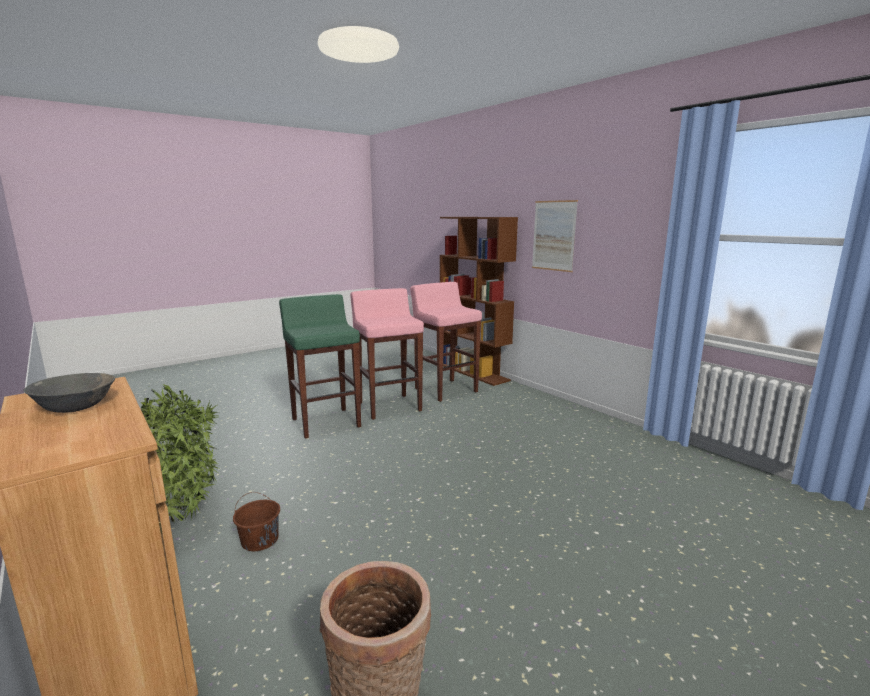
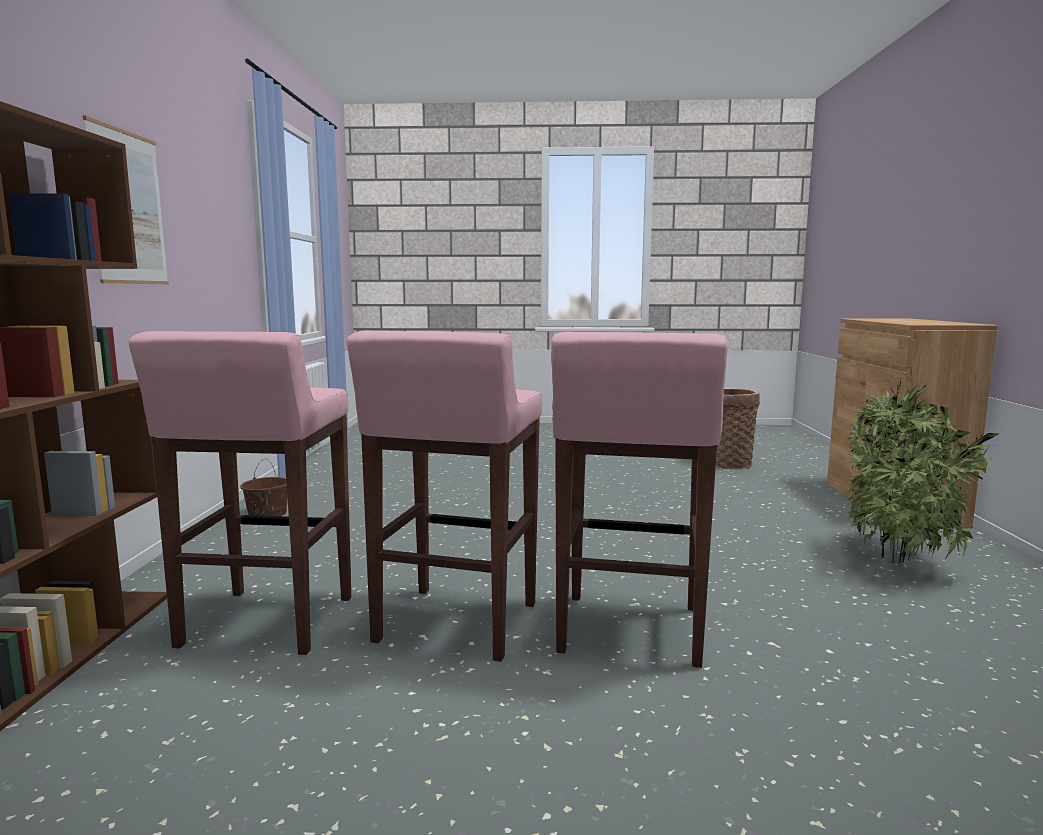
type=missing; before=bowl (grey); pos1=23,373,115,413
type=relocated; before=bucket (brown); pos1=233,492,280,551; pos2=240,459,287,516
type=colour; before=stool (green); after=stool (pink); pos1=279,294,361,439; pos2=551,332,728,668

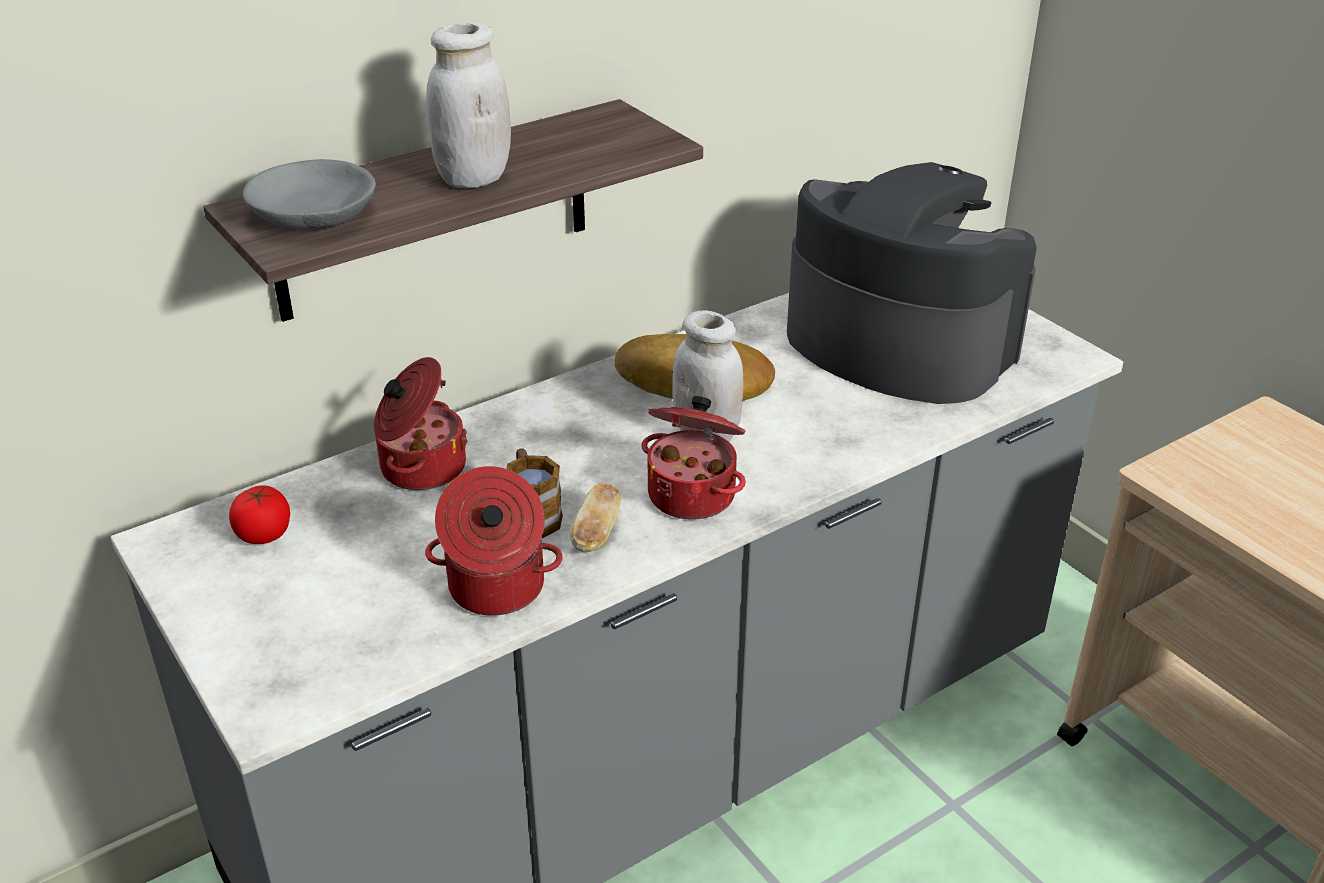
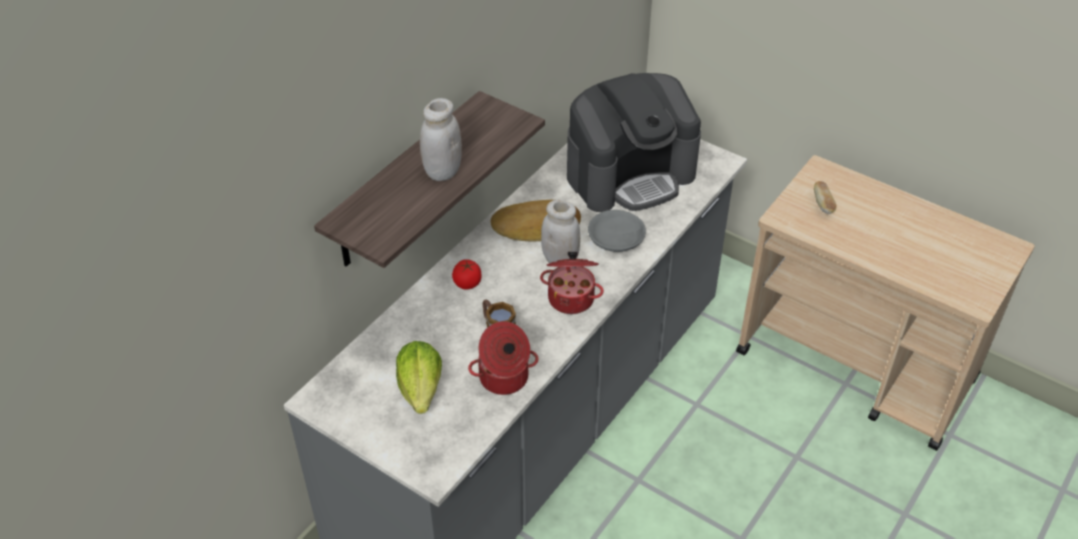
type=relocated; before=tomato; pos1=229,485,290,544; pos2=452,259,481,290
type=relocated; before=bowl (grey); pos1=243,159,376,229; pos2=588,210,646,252
type=missing; before=cooking pot; pos1=374,357,468,490
type=relocated; before=bread; pos1=570,483,621,552; pos2=814,181,837,214
type=spun; before=coffee machine; pos1=787,162,1037,404; pos2=567,73,701,212; turn=135
type=appeared; after=lettuce; pos2=396,341,442,414

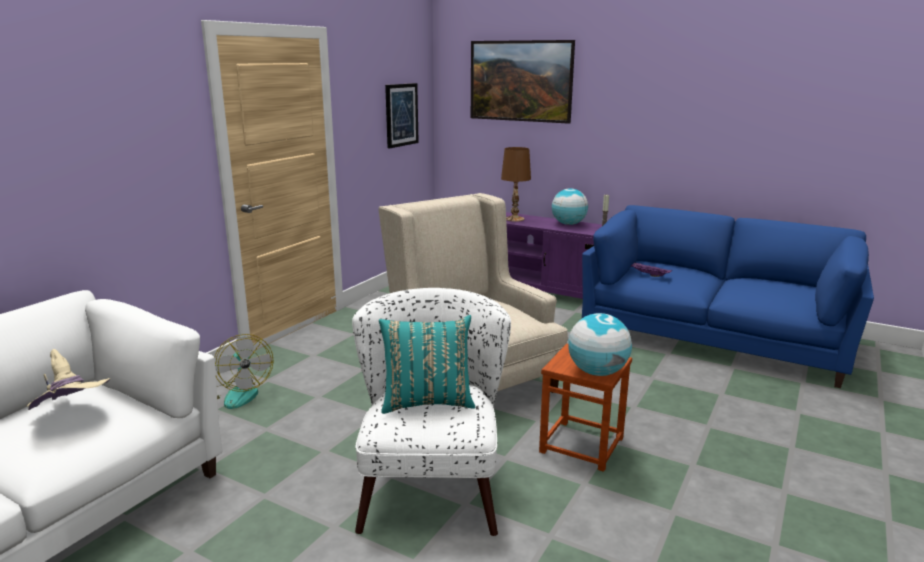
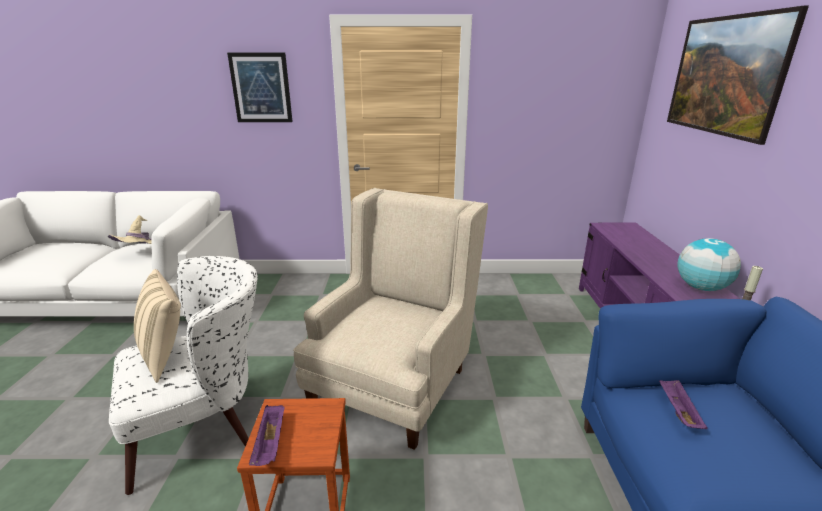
type=missing; before=fan; pos1=214,334,274,409
type=colour; before=pillow (turquoise); after=pillow (beige); pos1=379,315,476,414; pos2=134,269,181,383
type=relocated; before=picture; pos1=385,83,419,148; pos2=227,52,293,122
type=missing; before=table lamp (brown); pos1=501,147,531,222
type=exchanged; before=globe; after=tray (purple); pos1=568,313,632,376; pos2=249,405,284,466

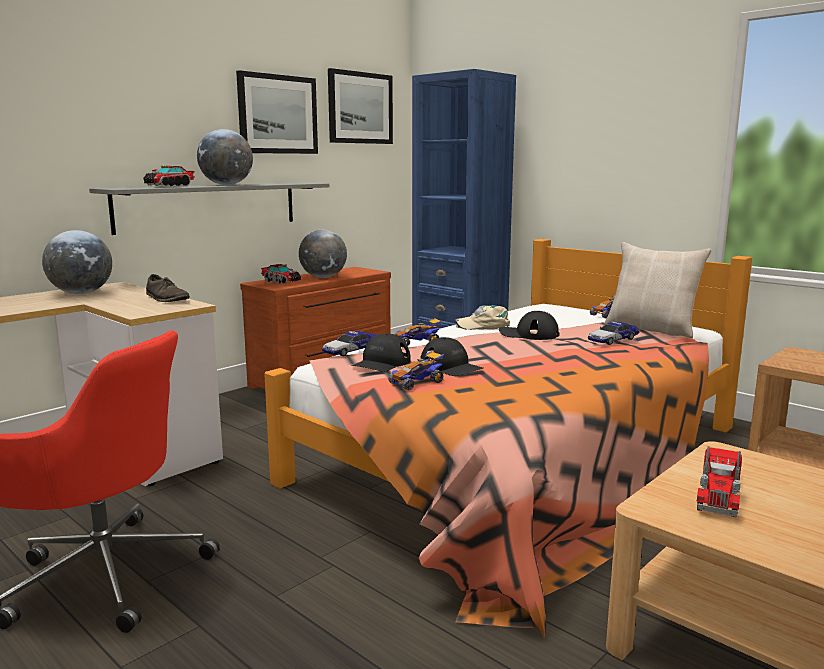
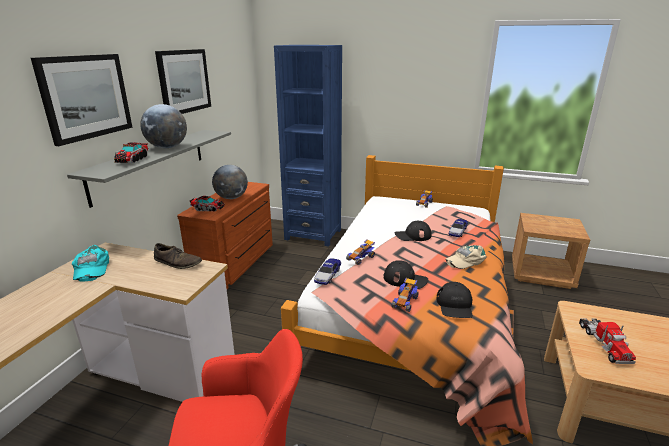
type=exchanged; before=globe; after=cap (turquoise); pos1=42,230,112,294; pos2=72,245,109,282
type=relocated; before=picture; pos1=328,68,393,144; pos2=31,54,133,146
type=relocated; before=cap (black); pos1=351,333,411,372; pos2=436,282,473,318
type=relocated; before=cap (beige); pos1=456,305,510,330; pos2=445,245,486,269
type=missing; before=pillow (beige); pos1=604,242,711,338

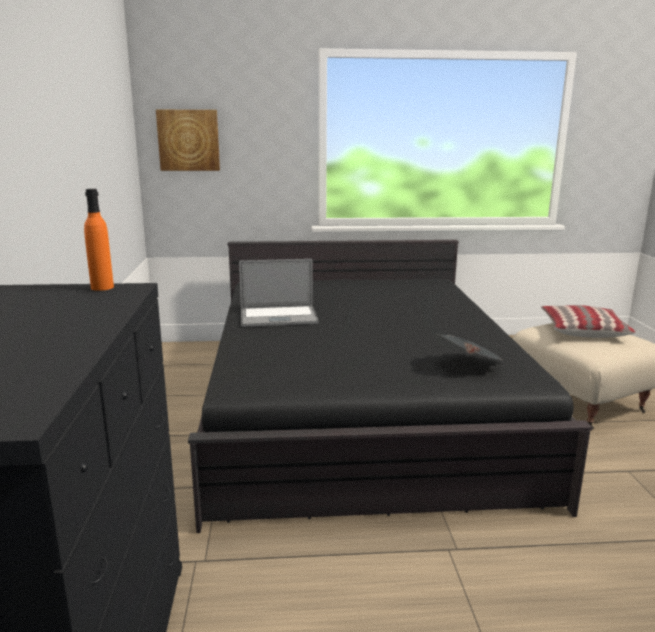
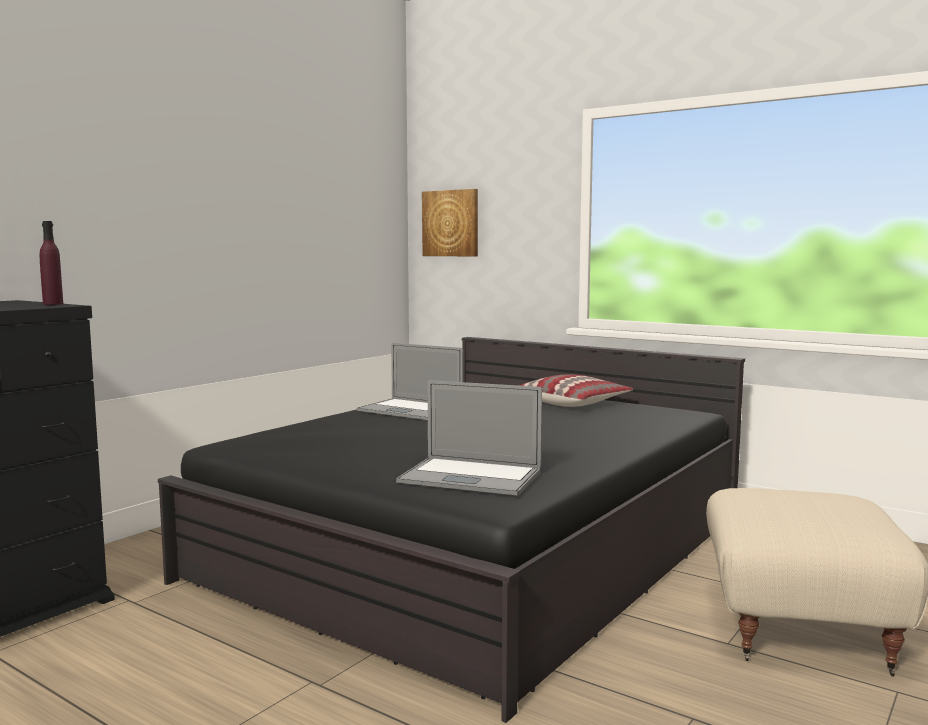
type=colour; before=bottle (orange); after=bottle (purple); pos1=84,189,114,291; pos2=39,221,63,305
type=exchanged; before=newspaper; after=laptop; pos1=440,335,503,360; pos2=396,380,542,496
type=relocated; before=pillow; pos1=541,305,635,338; pos2=519,375,633,407

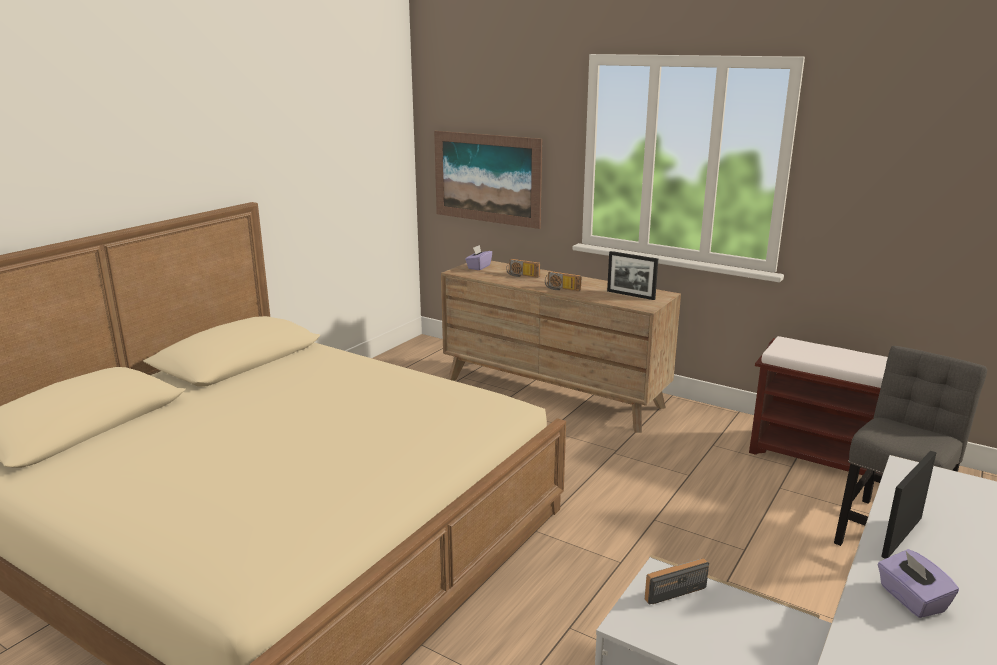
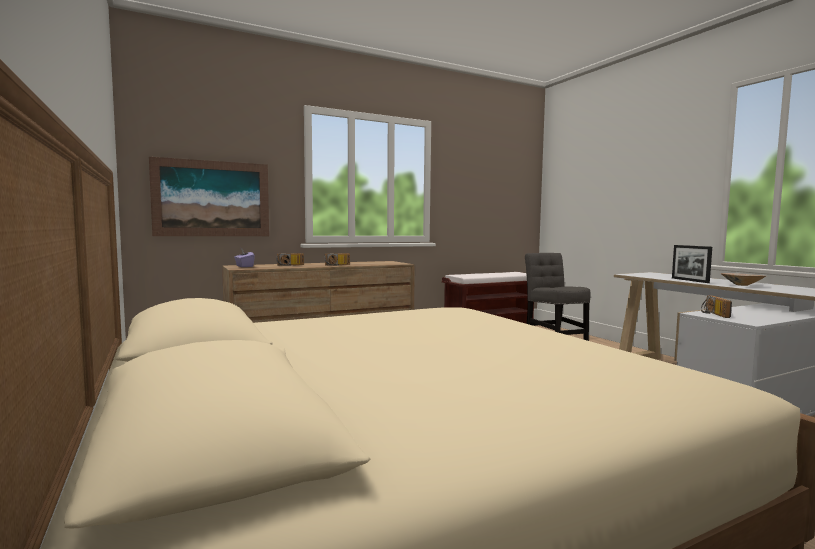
type=missing; before=picture frame; pos1=607,251,658,300
type=exchanged; before=tissue box (purple); after=bowl (beige); pos1=878,549,959,618; pos2=720,273,766,286

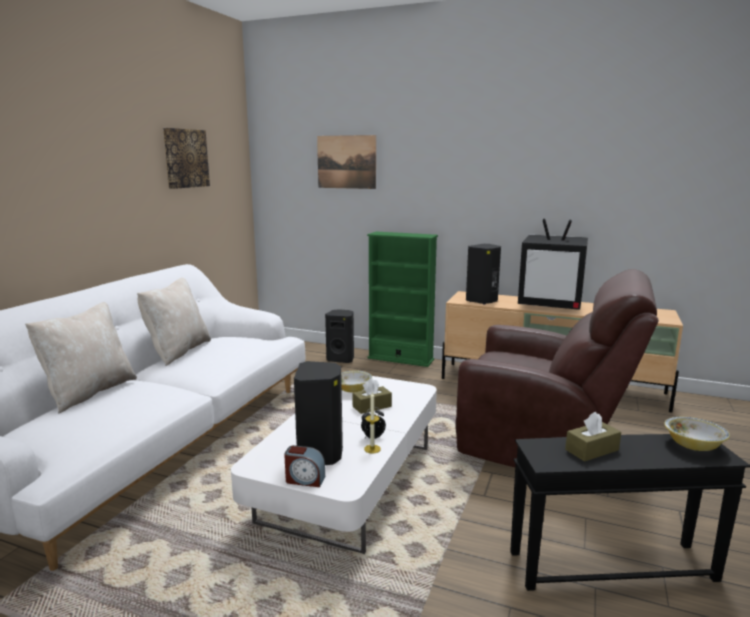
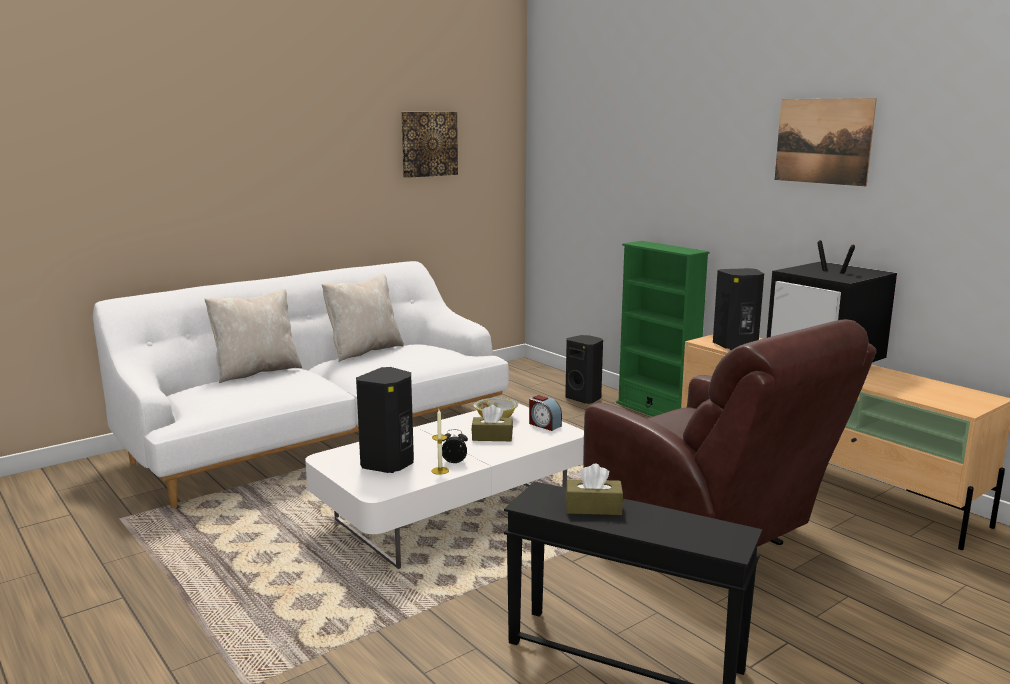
type=relocated; before=alarm clock; pos1=284,445,325,487; pos2=529,395,562,431
type=relocated; before=picture; pos1=317,135,376,189; pos2=775,98,877,186
type=missing; before=bowl; pos1=664,417,730,451

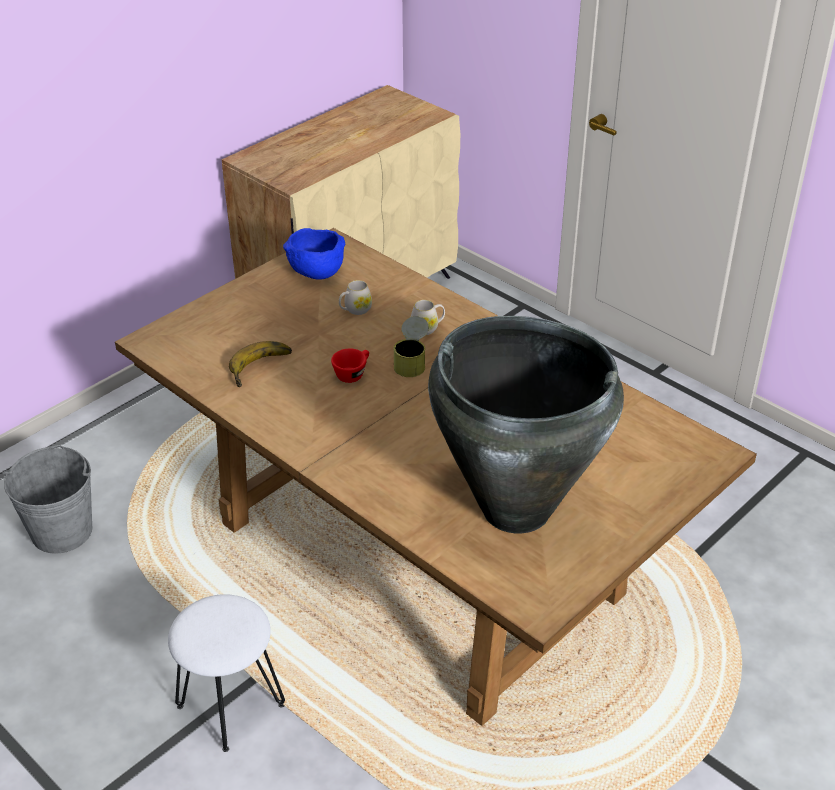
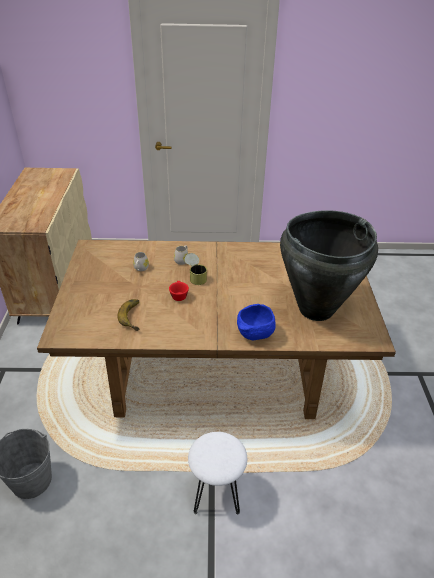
type=relocated; before=bowl (blue); pos1=283,228,345,280; pos2=237,304,276,340

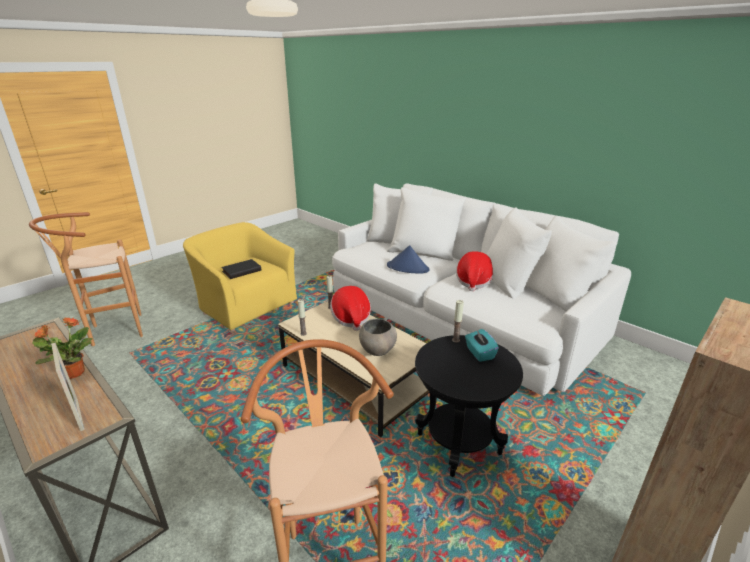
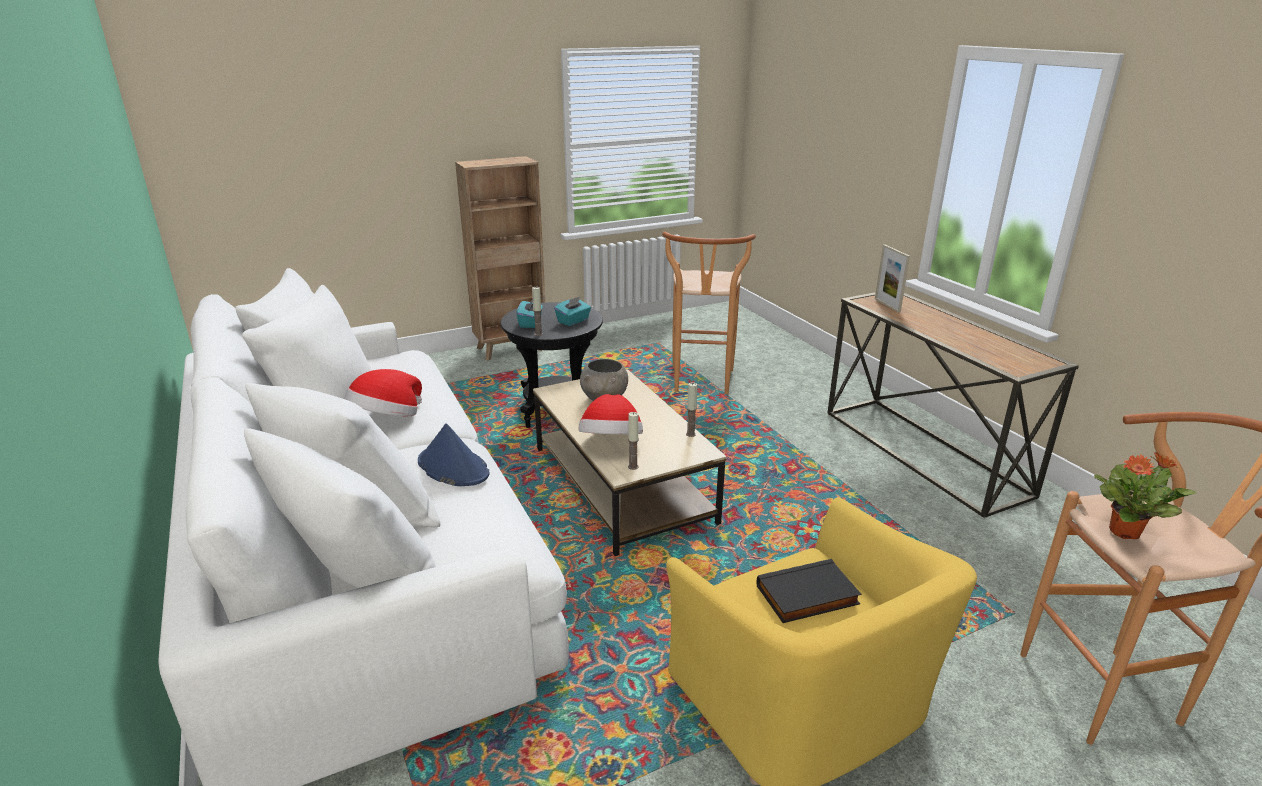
type=relocated; before=potted plant; pos1=32,318,93,379; pos2=1094,452,1196,539
type=appeared; after=tissue box (turquoise); pos2=554,297,591,326

